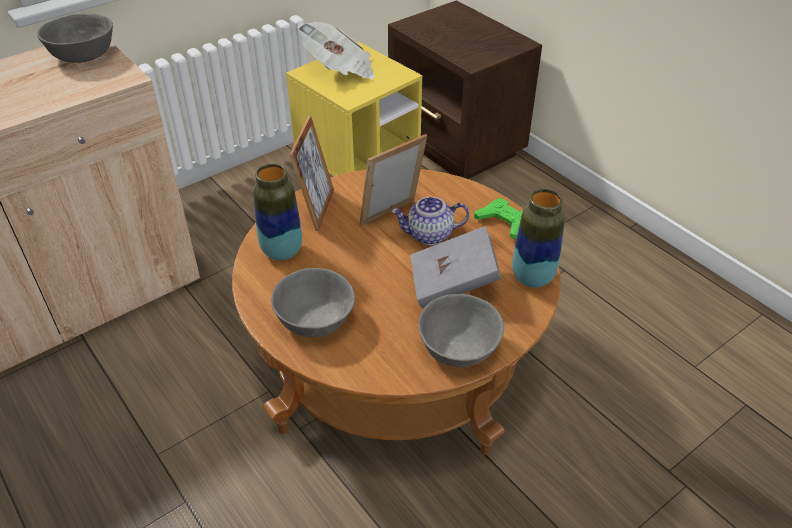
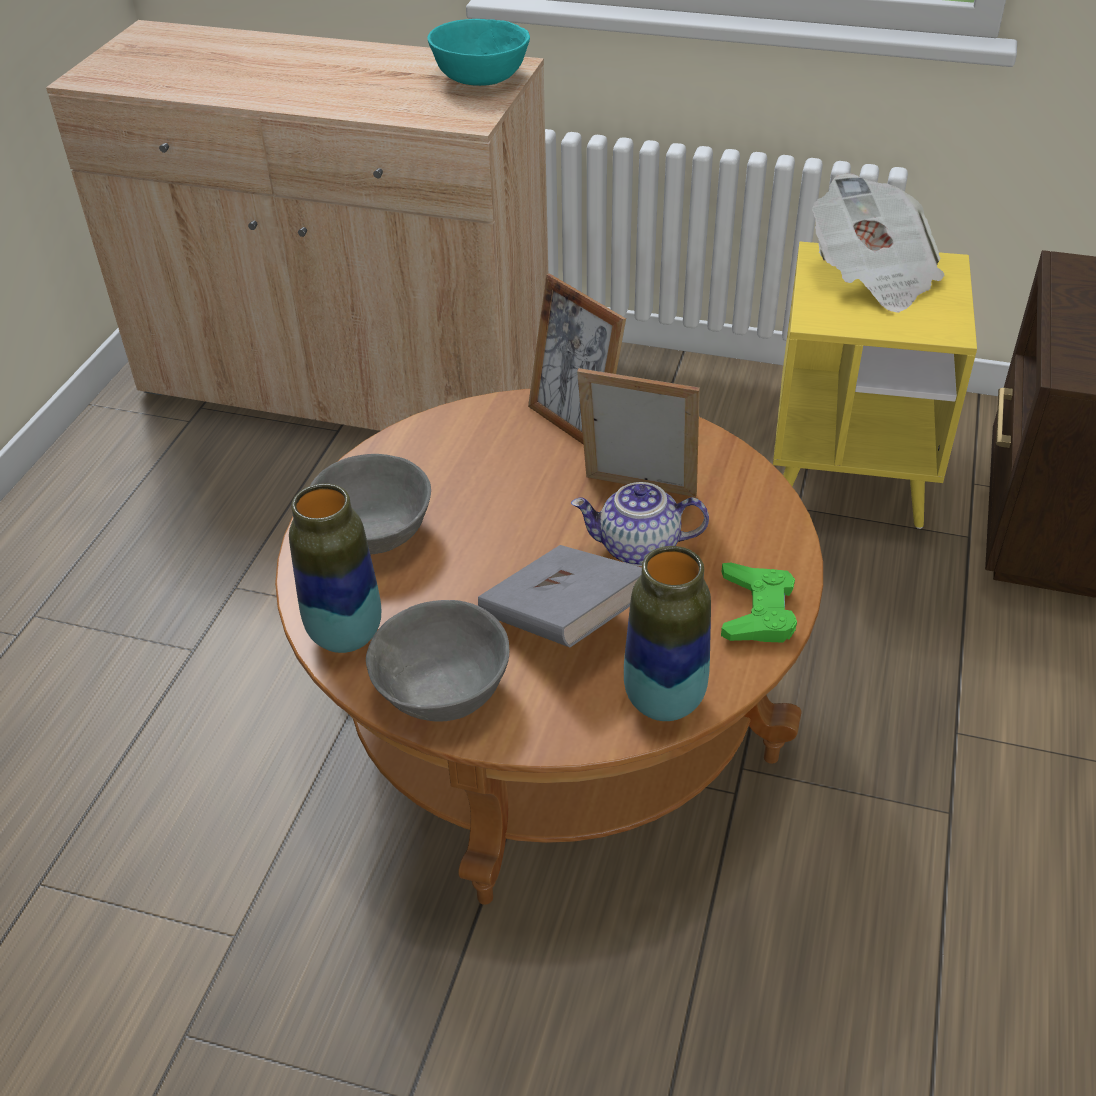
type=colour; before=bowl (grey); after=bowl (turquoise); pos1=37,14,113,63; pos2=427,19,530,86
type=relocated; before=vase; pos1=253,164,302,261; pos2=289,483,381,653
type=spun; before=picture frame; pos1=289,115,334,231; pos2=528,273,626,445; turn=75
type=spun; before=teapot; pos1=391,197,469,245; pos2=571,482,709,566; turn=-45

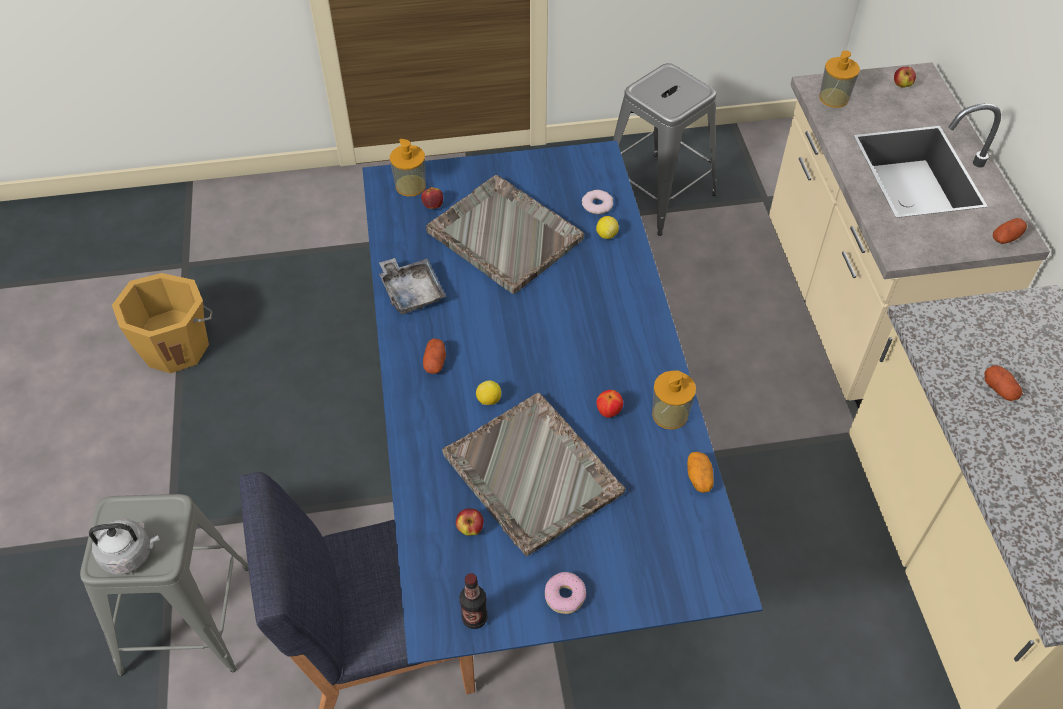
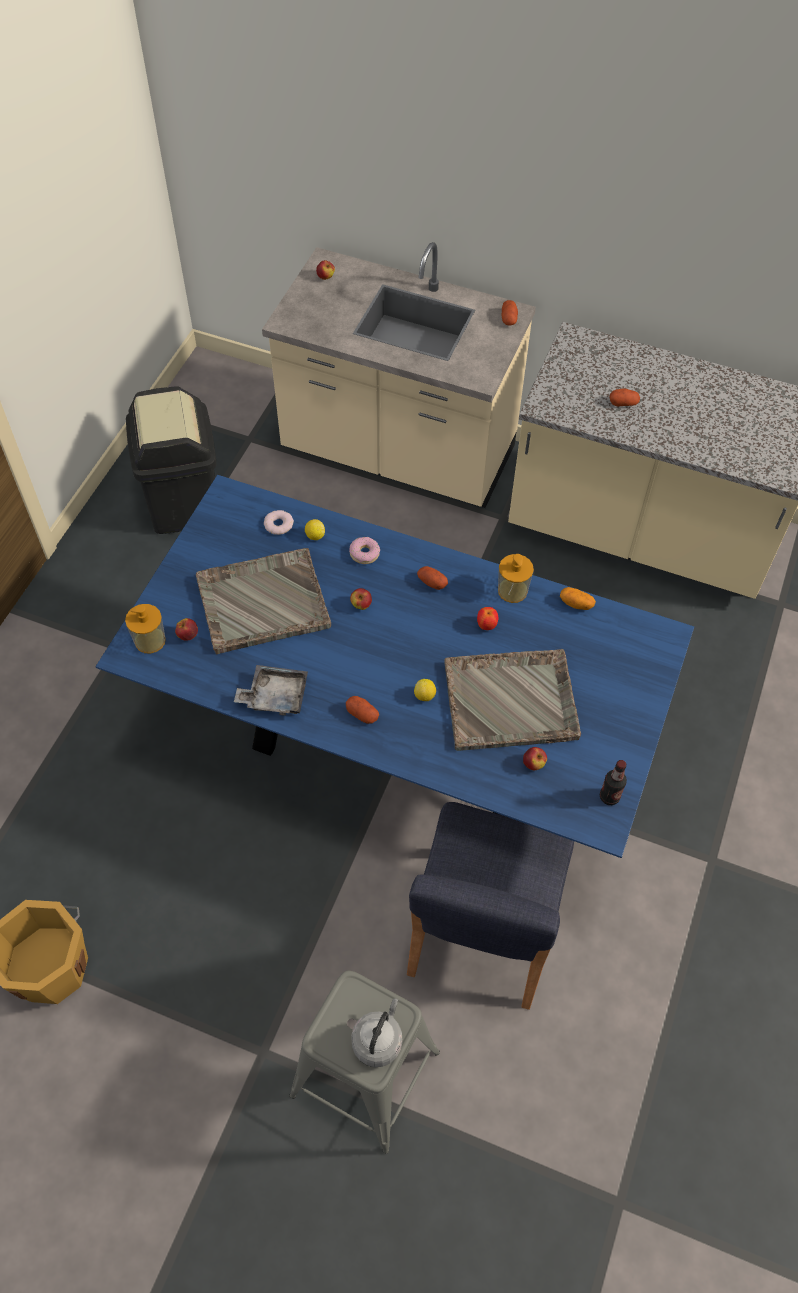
type=relocated; before=donut; pos1=545,572,586,614; pos2=349,537,380,564
type=exchanged; before=stool (grey); after=trash can (black); pos1=613,63,717,236; pos2=126,386,217,534
type=missing; before=soap dispenser; pos1=819,50,860,108
type=appeared; after=apple; pos2=350,588,372,610
type=appeared; after=potato; pos2=417,566,448,590

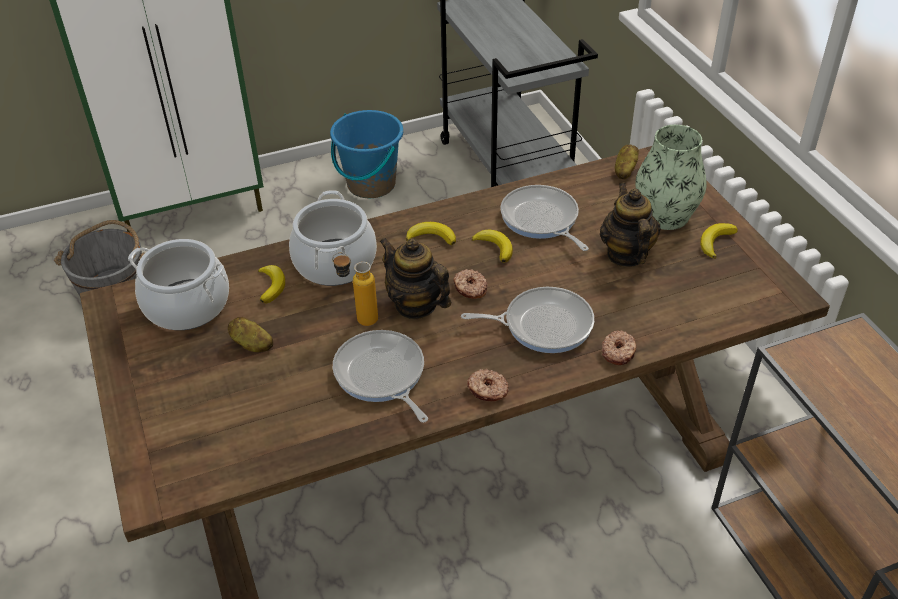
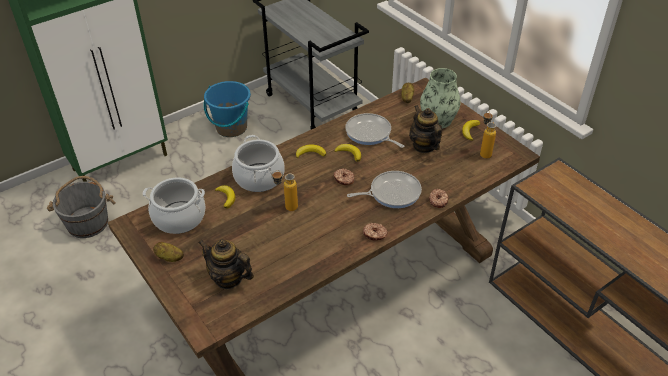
type=relocated; before=potato; pos1=228,317,273,352; pos2=153,242,184,262
type=missing; before=frying pan; pos1=333,330,428,423
type=relocated; before=teapot; pos1=379,238,451,319; pos2=198,239,254,290
type=appeared; after=bottle; pos2=480,110,496,159

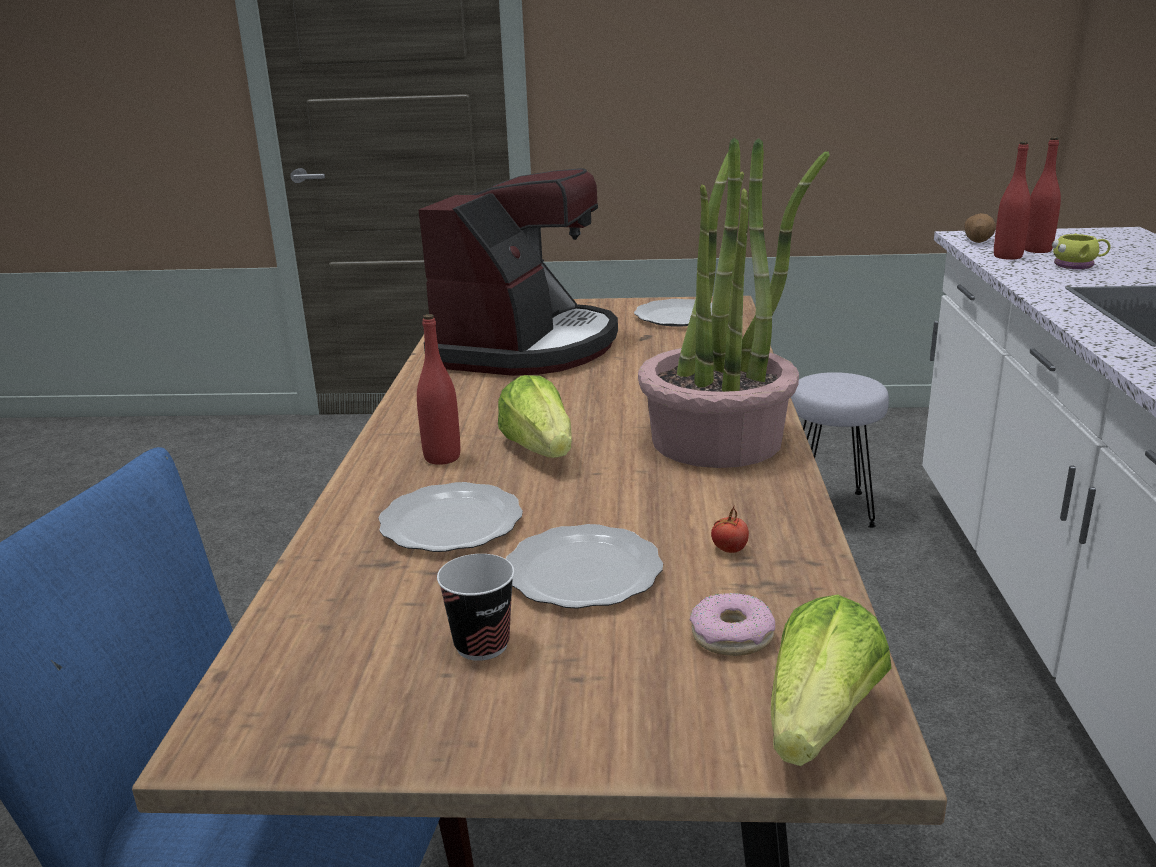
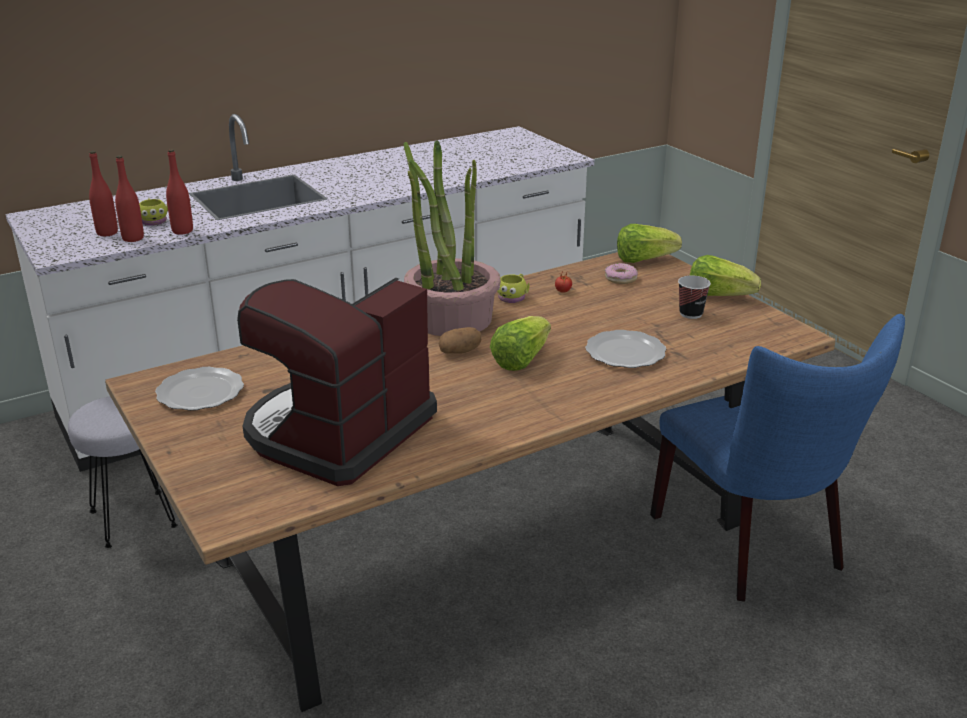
type=relocated; before=bottle (red); pos1=417,314,460,465; pos2=166,149,193,235
type=spun; before=coffee machine; pos1=418,168,618,376; pos2=237,278,437,486; turn=-45
type=missing; before=plate; pos1=506,524,663,609
type=relocated; before=potato; pos1=964,213,996,243; pos2=439,327,481,354
type=appeared; after=mug (yellow); pos2=497,274,529,303
type=appeared; after=lettuce; pos2=690,255,761,296

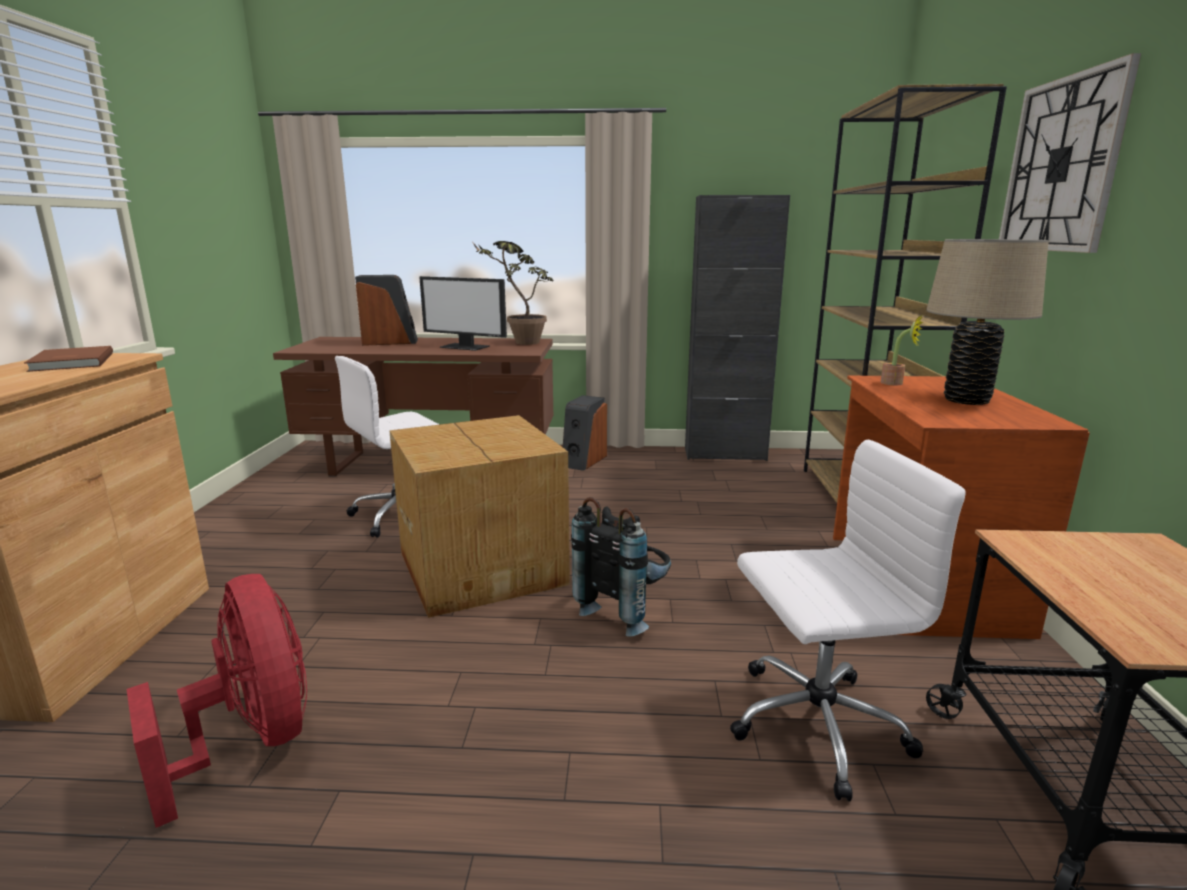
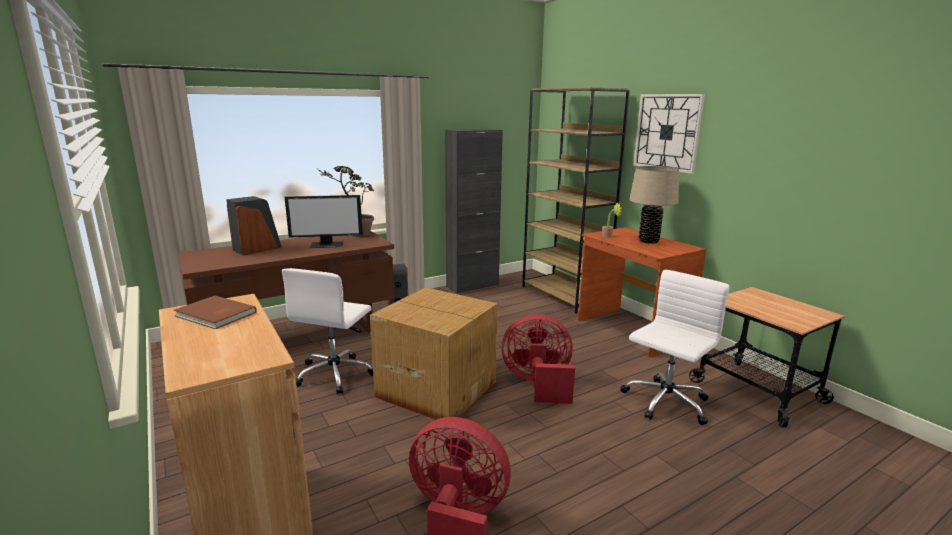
type=exchanged; before=backpack (black); after=fan (red); pos1=571,497,671,637; pos2=501,314,575,404

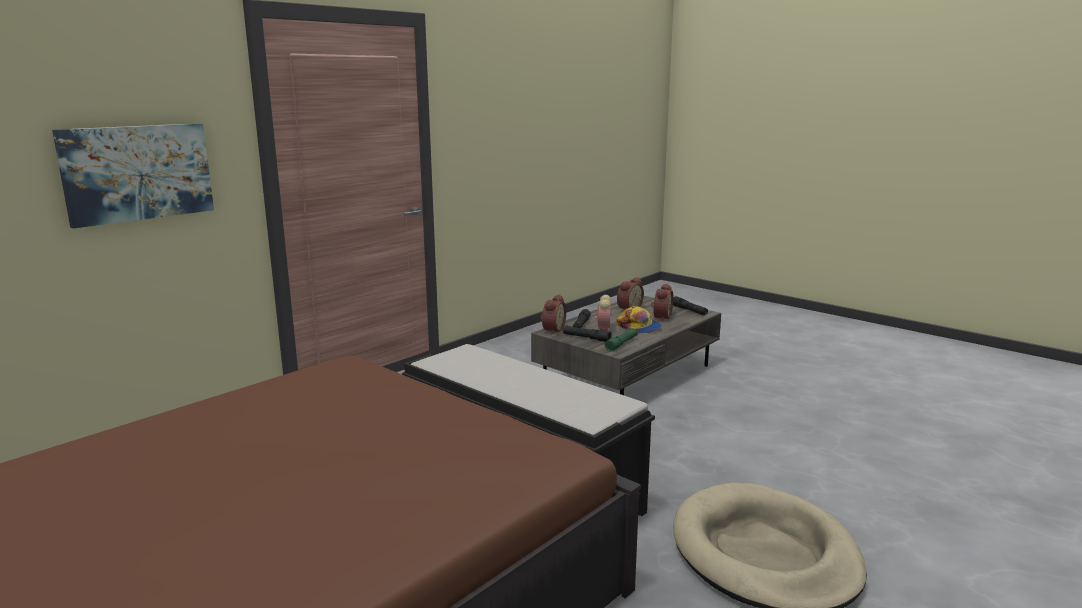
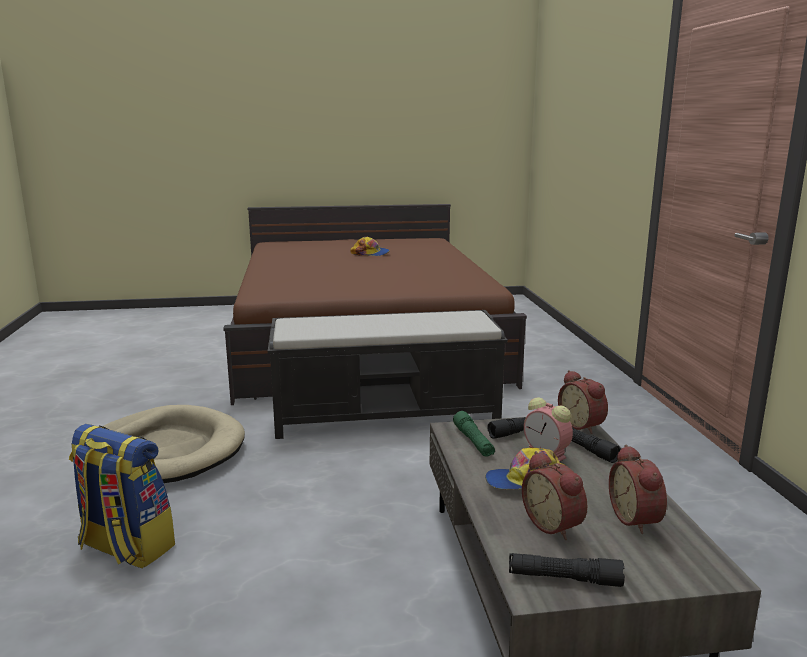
type=missing; before=picture; pos1=52,123,214,228
type=appeared; after=backpack; pos2=69,424,175,568
type=appeared; after=cap; pos2=350,237,390,256

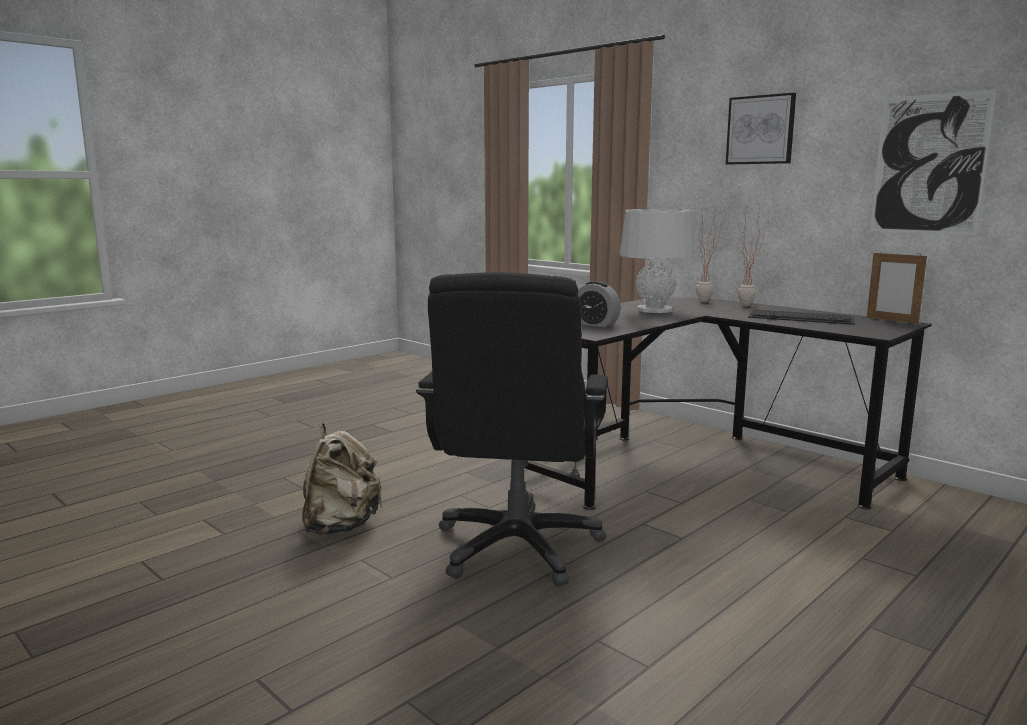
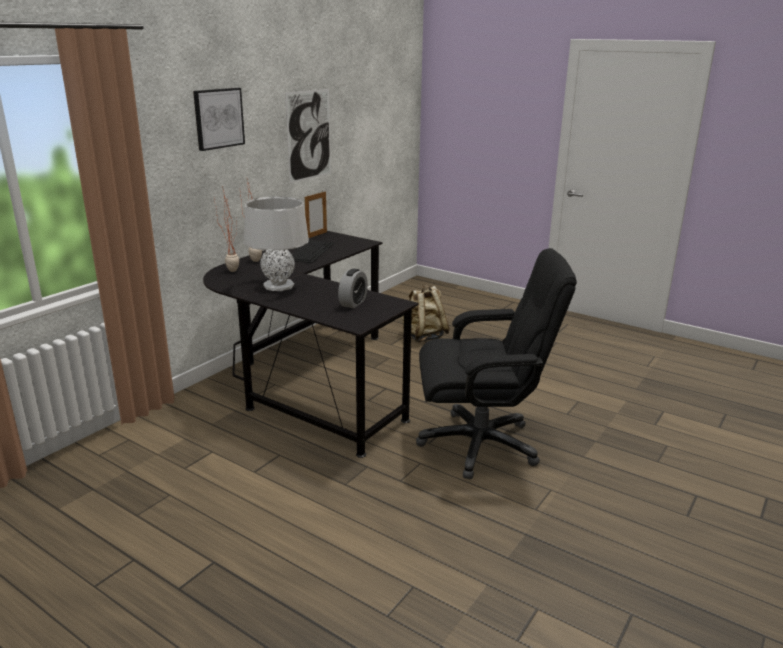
type=relocated; before=backpack (beige); pos1=302,423,383,535; pos2=401,285,450,342

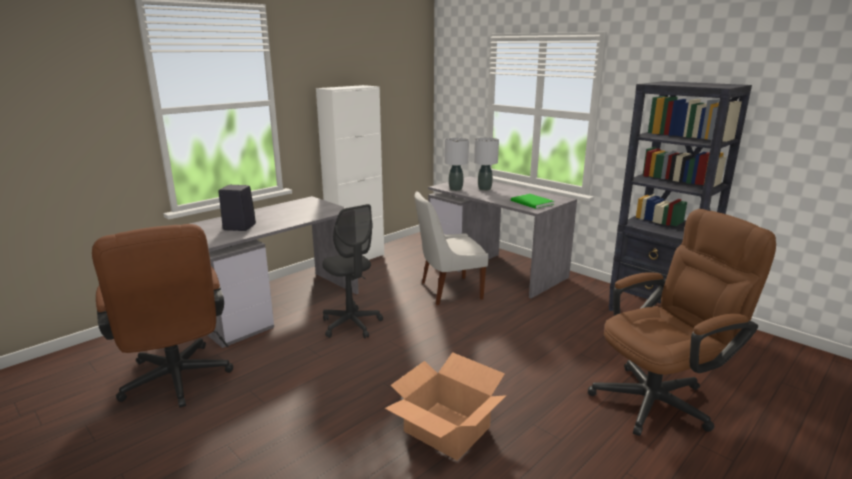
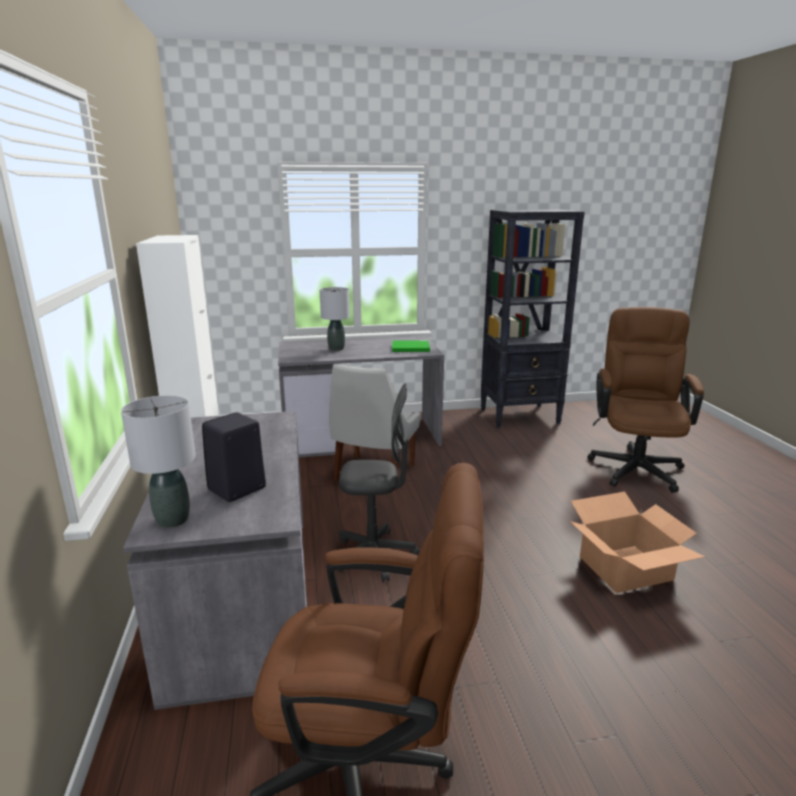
type=relocated; before=table lamp (grey); pos1=444,138,469,191; pos2=121,395,196,528

